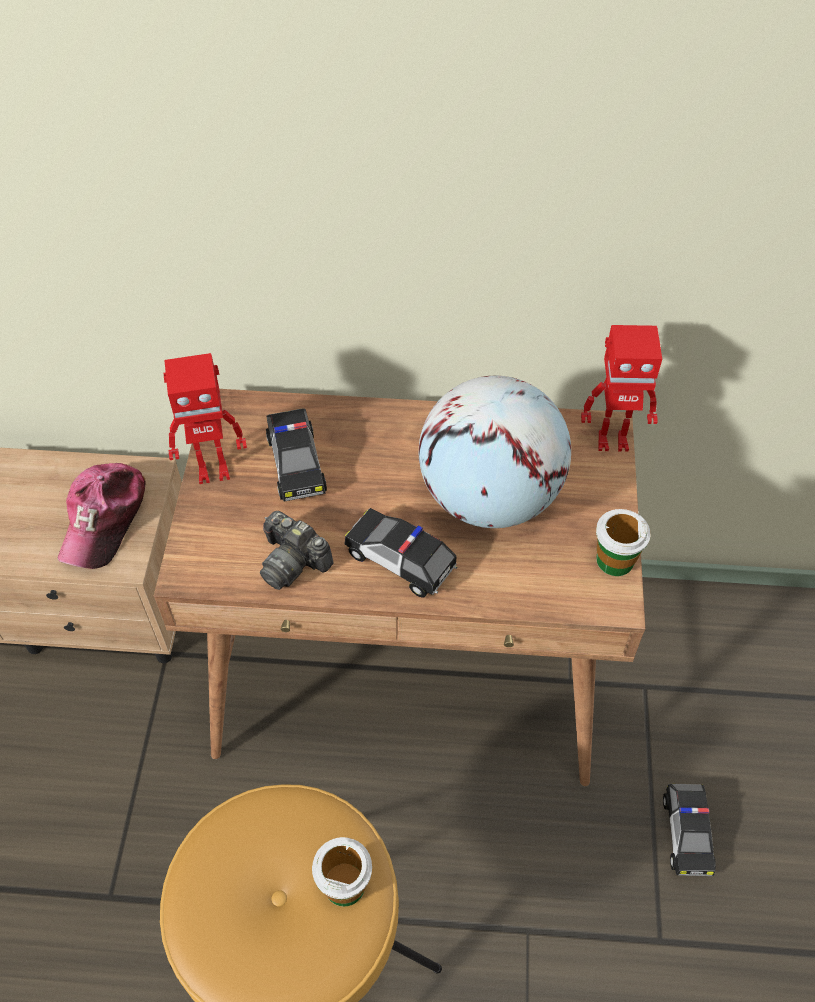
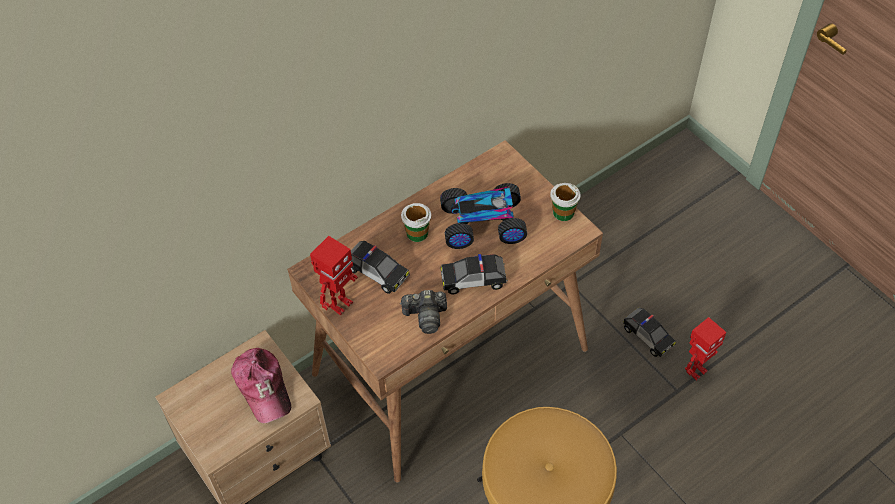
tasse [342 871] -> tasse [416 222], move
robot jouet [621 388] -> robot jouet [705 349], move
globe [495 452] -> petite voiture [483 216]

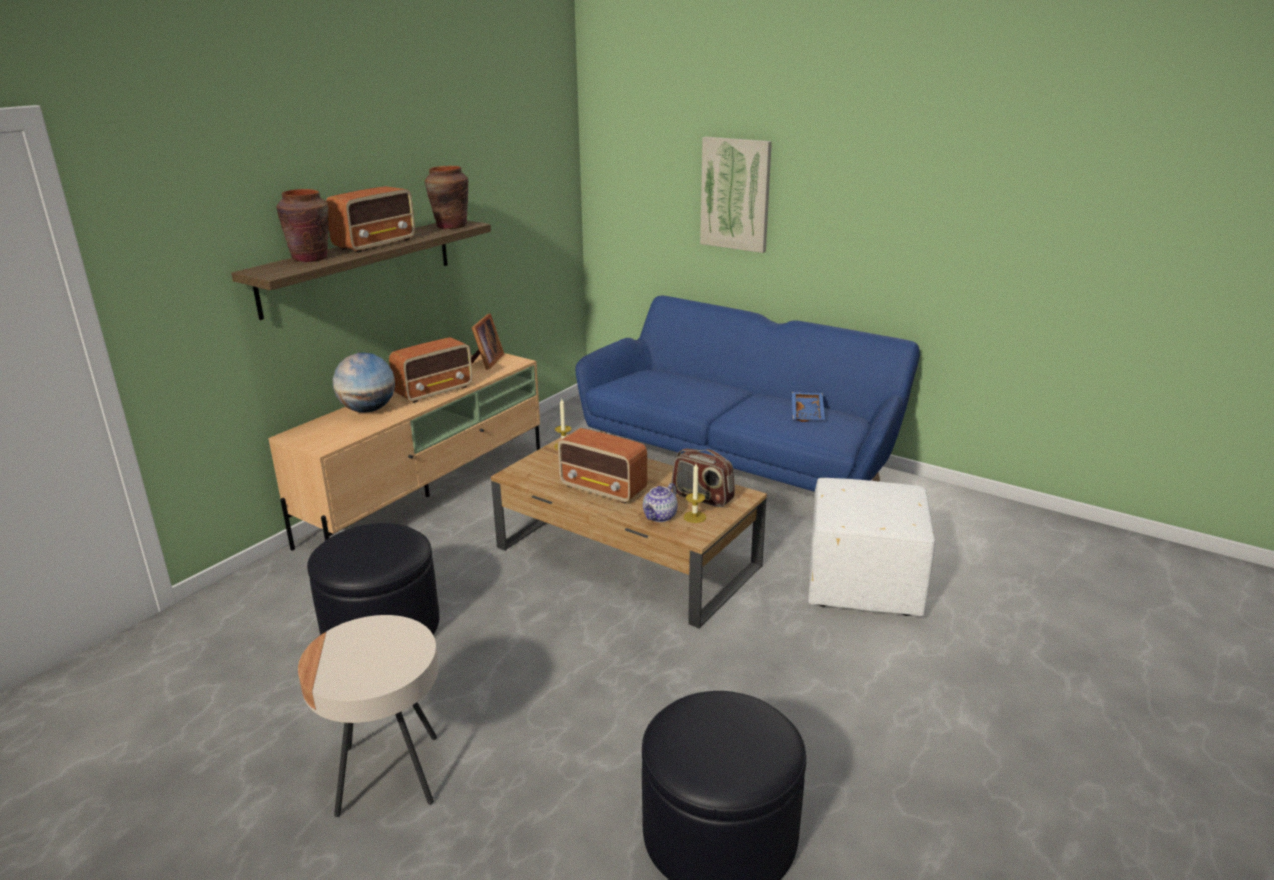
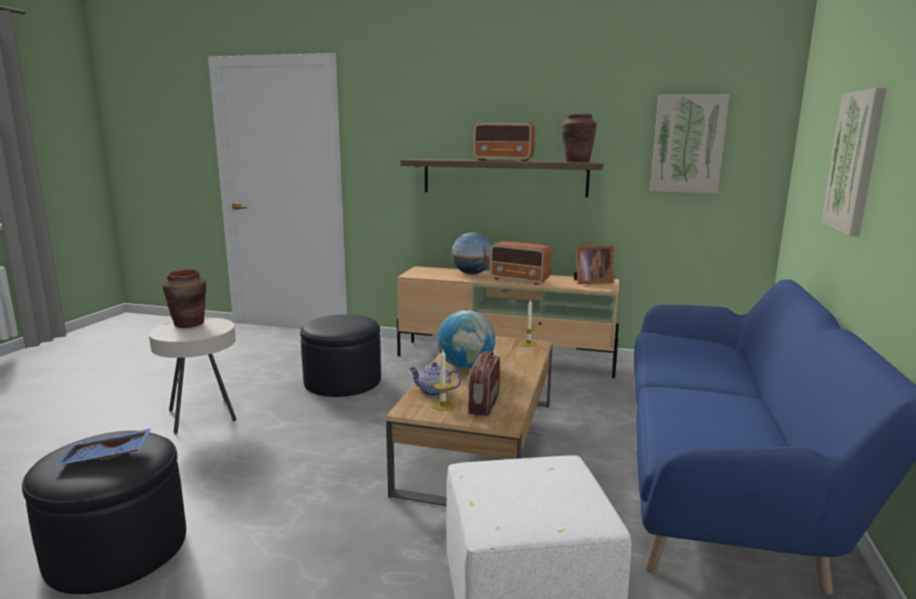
none -> tableau [690 143]
vase/marron [302 225] -> vase/marron [184 299], move
plateau/bleu [808 407] -> plateau/bleu [103 447], move
radio [602 465] -> globe [466 339]

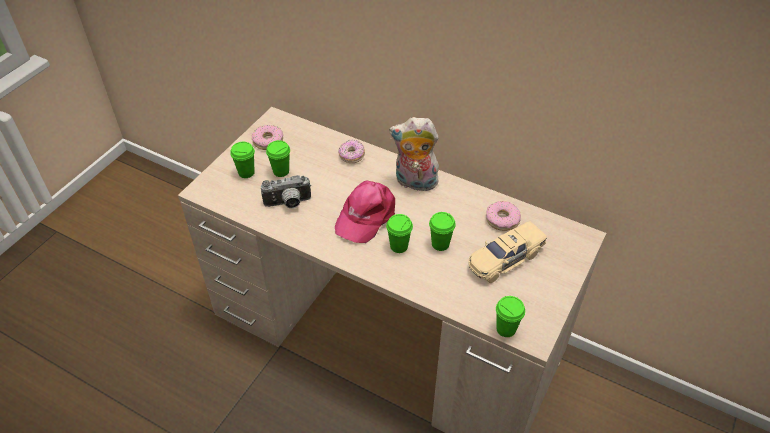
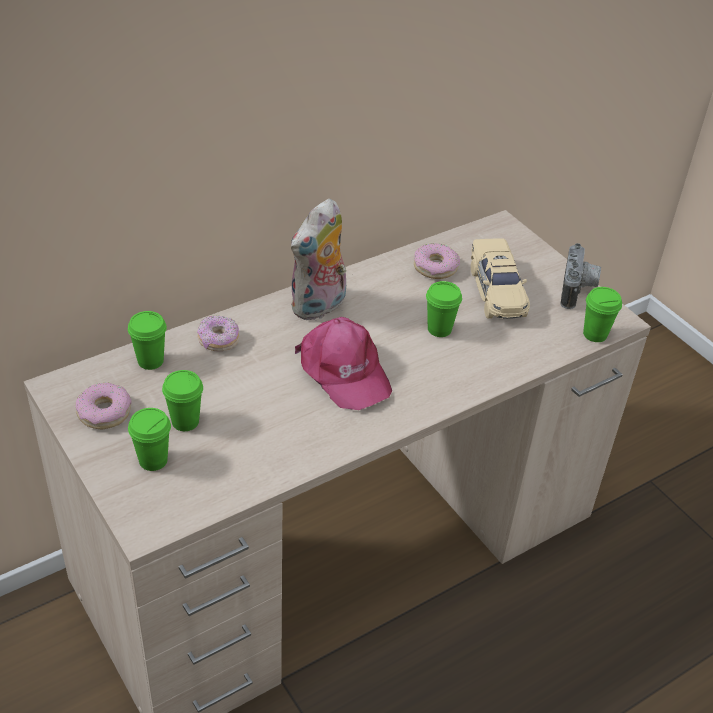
appareil photo [286 192] -> appareil photo [580 276], move
tasse/vert [399 233] -> tasse/vert [147 340], move

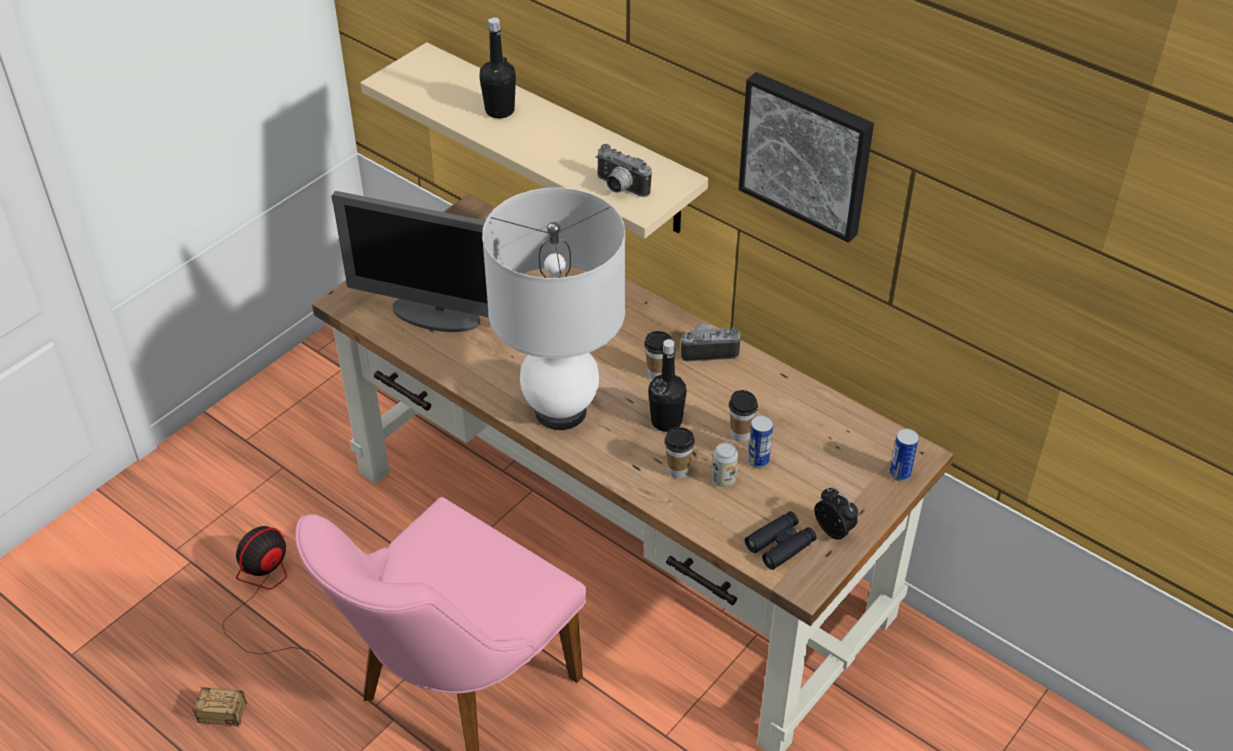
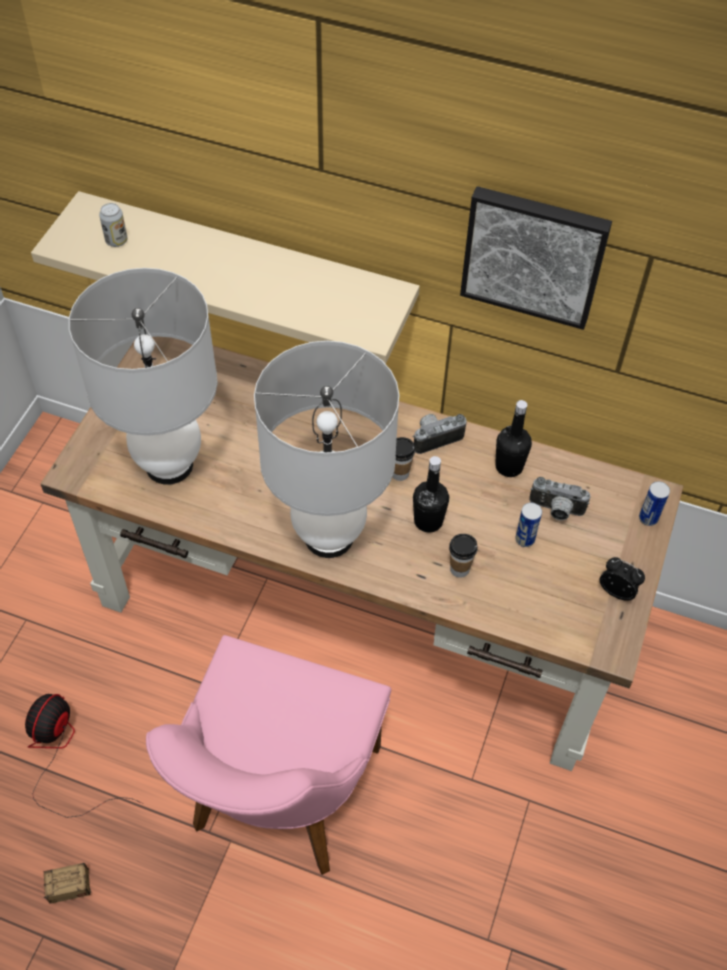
tasse [743 416] -> none
jumelles/noir [780 540] -> none
bouteille/noir [497 67] -> bouteille/noir [513 438], move
appareil photo [624 170] -> appareil photo [559 498], move
boîte métallique [725 464] -> boîte métallique [113 225], move
écran d'ordinateur [410 261] -> lampe de table/blanc [143 376]

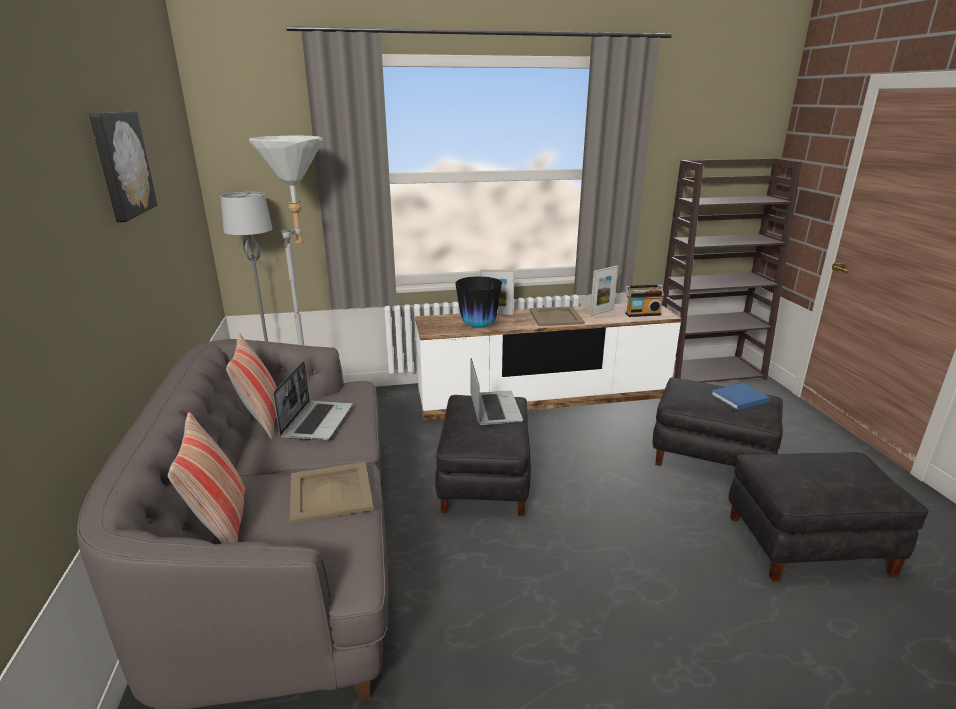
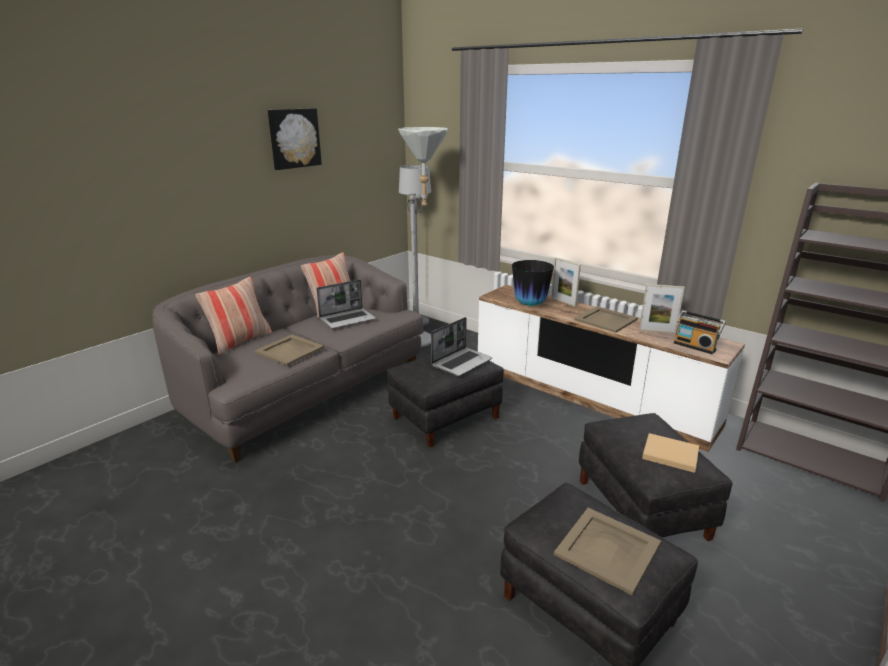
none -> plateau/beige [607 551]
livre/bleu [740 396] -> livre/beige [670 453]

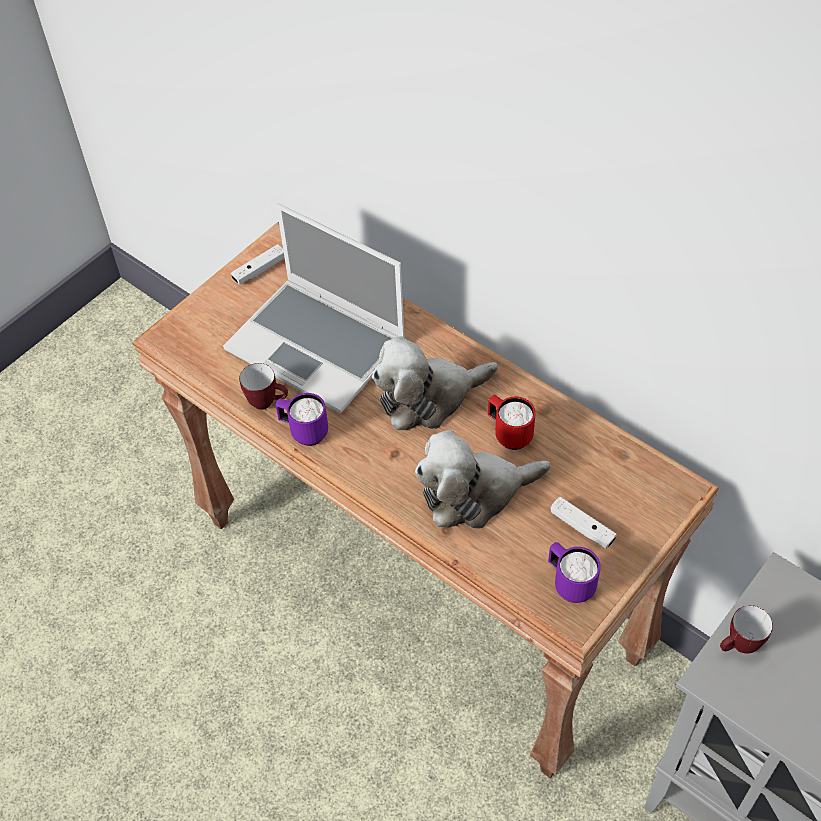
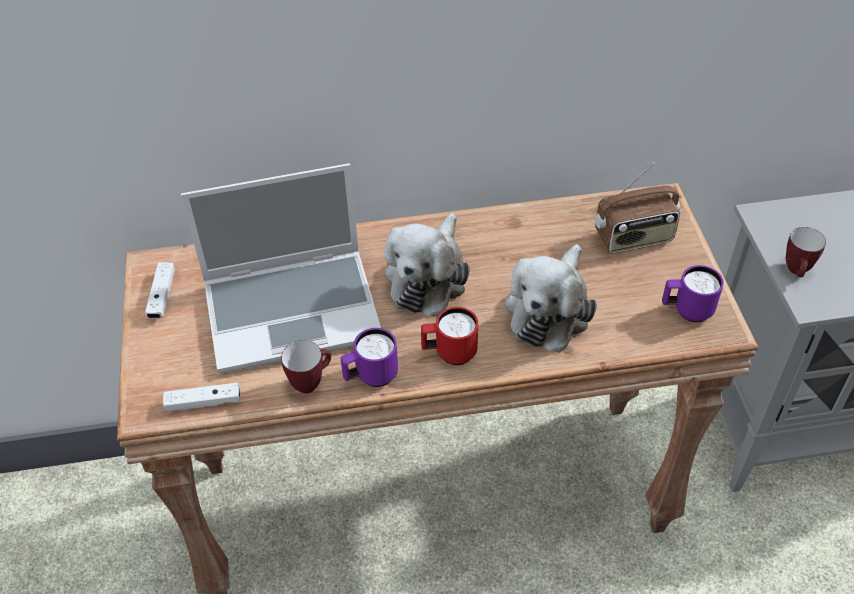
none -> radio [637 208]
mug/rouge [512 422] -> mug/rouge [449 336], move
manette/blanc [583 523] -> manette/blanc [201 397], move

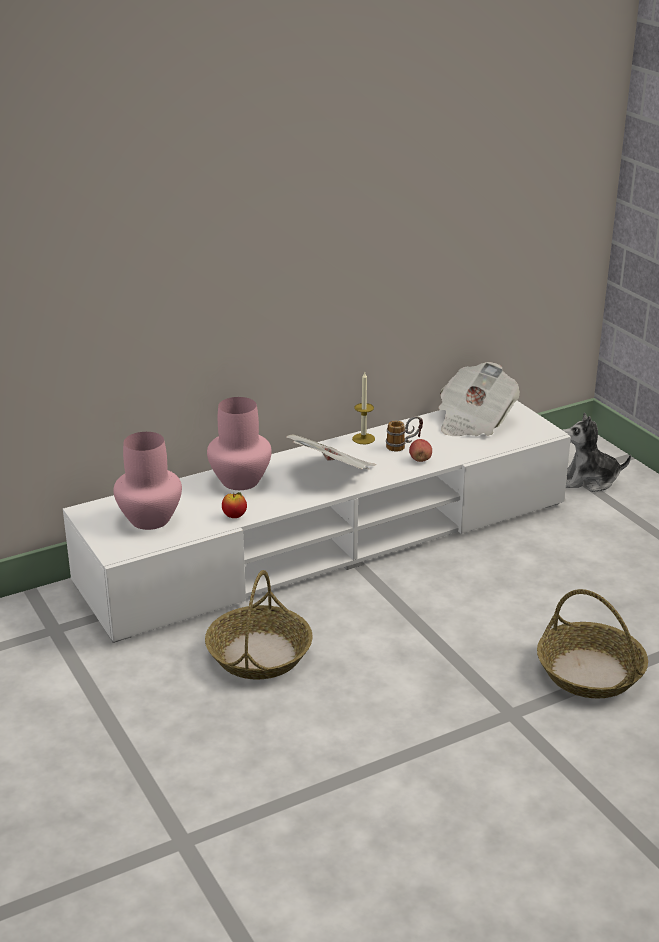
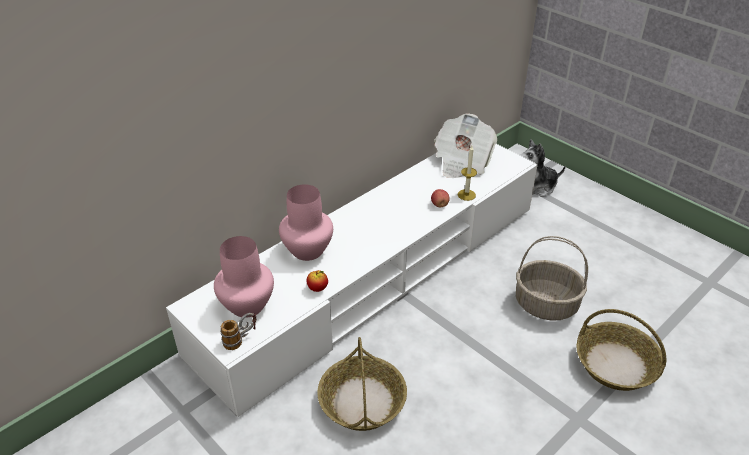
journal [331 452] -> none
none -> panier [552 278]
bougie [363 407] -> bougie [467 173], move
mug [404 434] -> mug [238 331], move

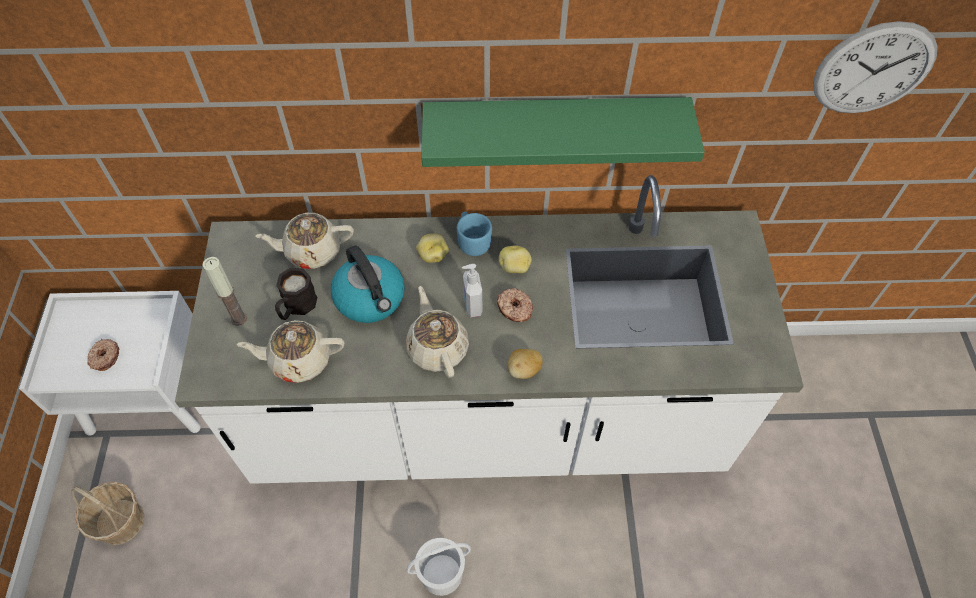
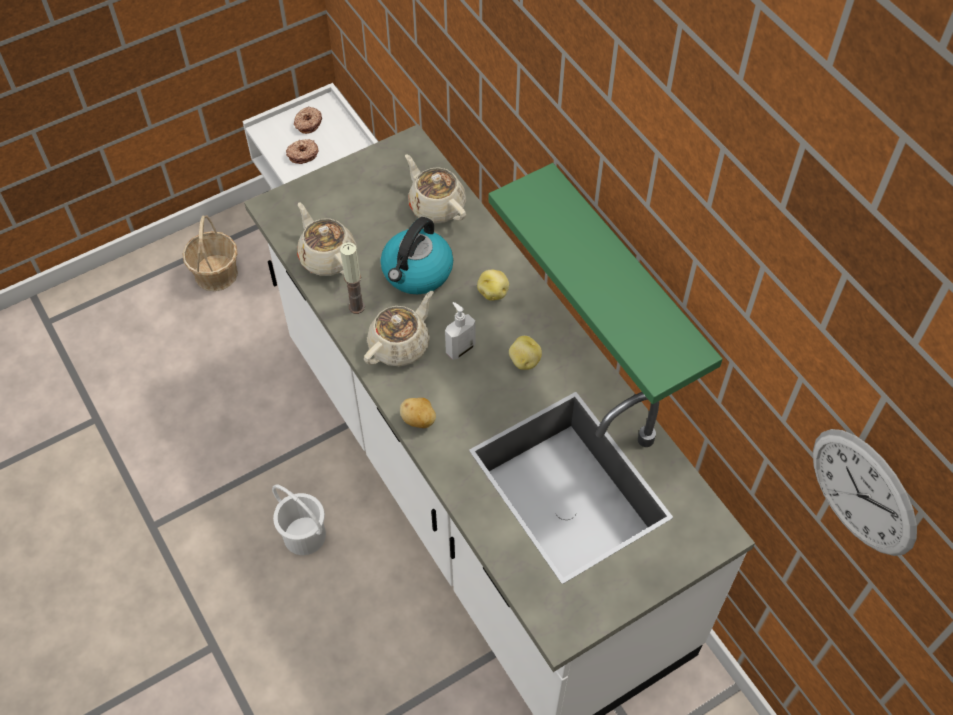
mug/noir [296 294] -> none
mug/bleu [474 234] -> none
bougie [225 291] -> bougie [352 278], move
beignet [515 305] -> beignet [308 120], move

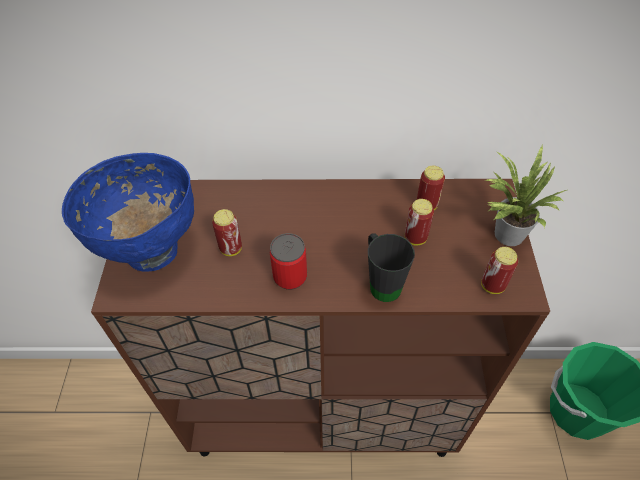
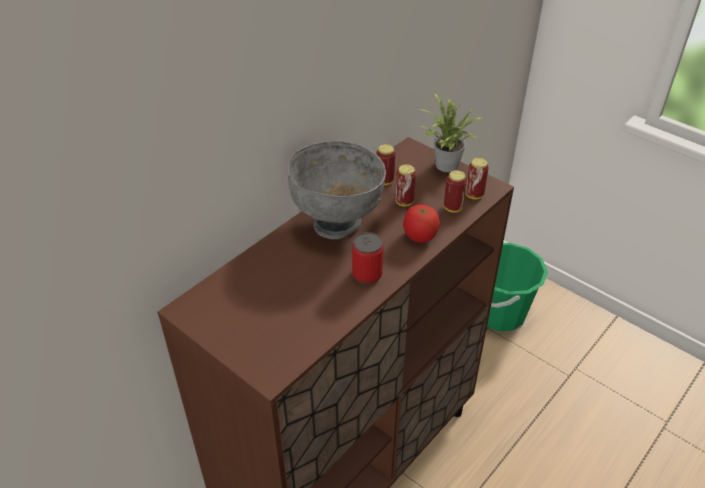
bol/bleu [128 212] -> none
none -> bol/gris [337 189]
boîte métallique [227 232] -> boîte métallique [455 191], move
mug/noir [391 268] -> tomate [421 223]

